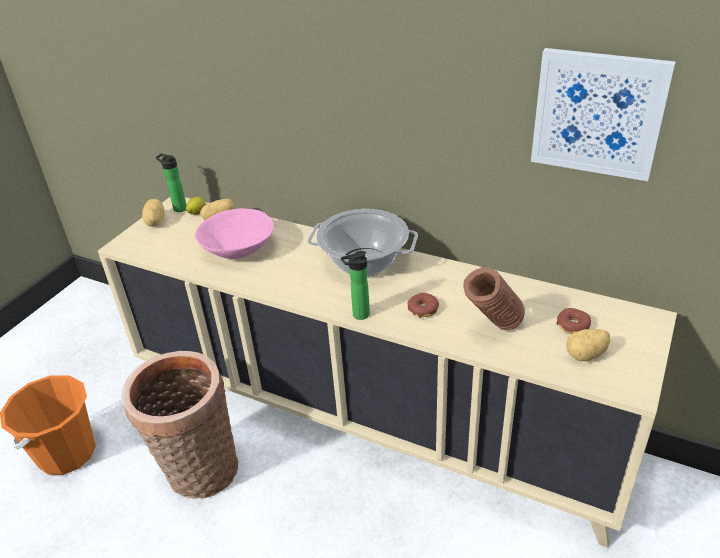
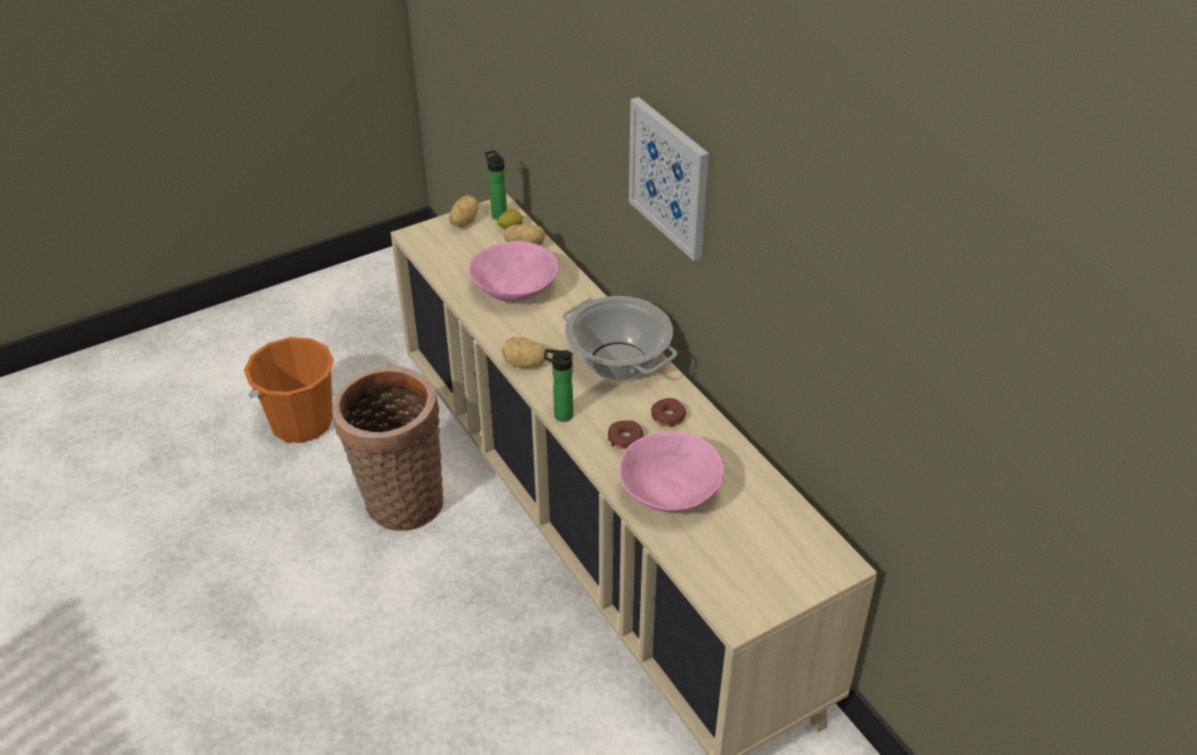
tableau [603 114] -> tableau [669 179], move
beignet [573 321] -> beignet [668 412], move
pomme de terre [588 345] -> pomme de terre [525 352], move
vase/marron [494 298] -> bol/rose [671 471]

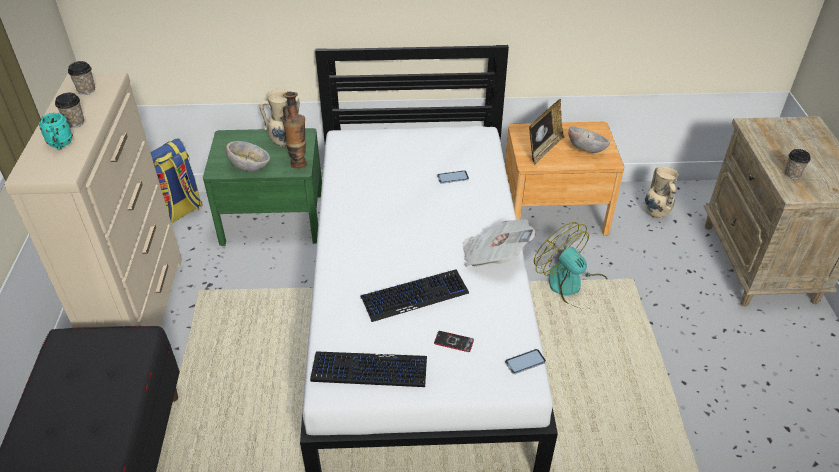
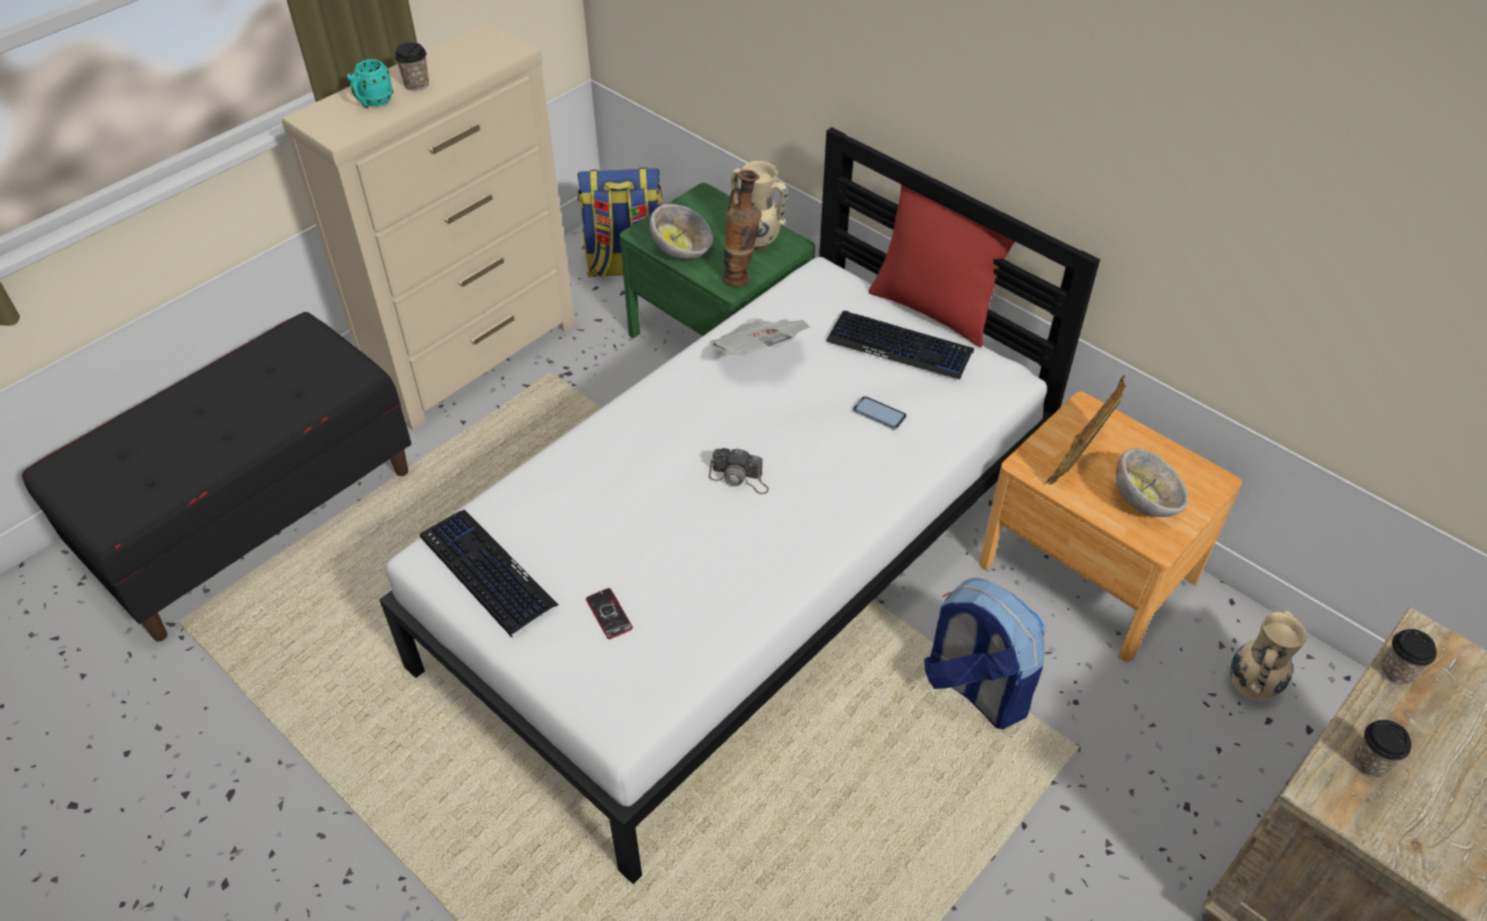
téléphone [525 361] -> none
none -> appareil photo [739 471]
none -> coussin/rouge [942 265]
tasse [81 78] -> tasse [1409 657], move
clavier [415 295] -> clavier [900 345], move
journal [499 243] -> journal [760 336], move
ventilateur [571 265] -> sac à dos [984 653]
cadre photo [546 132] -> cadre photo [1084 430], 135 degrees clockwise

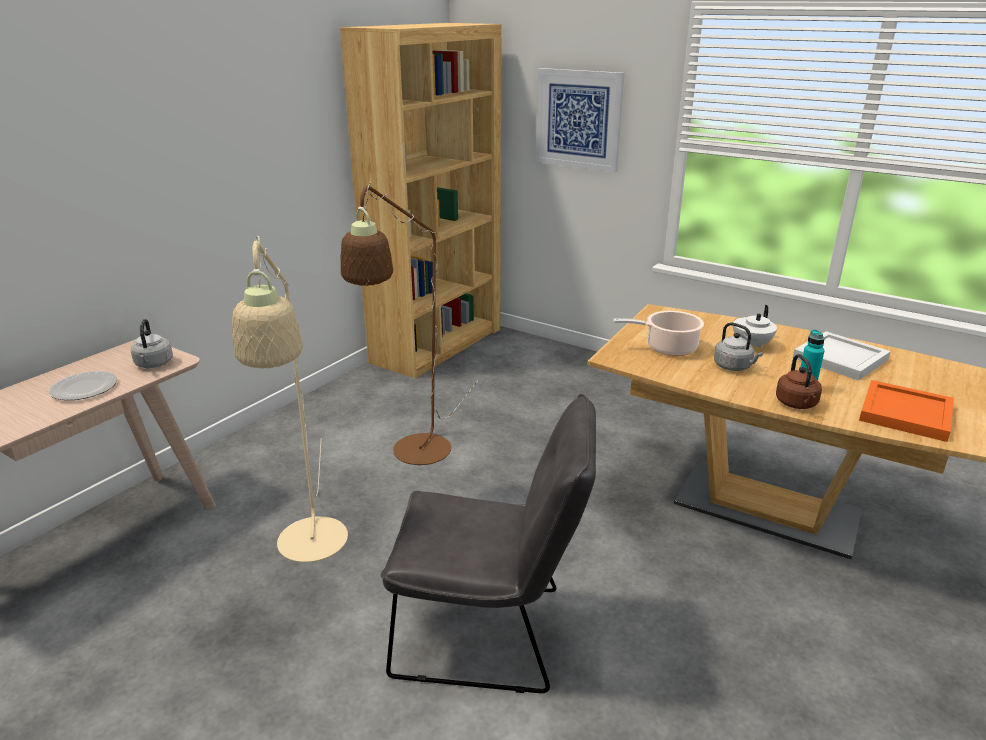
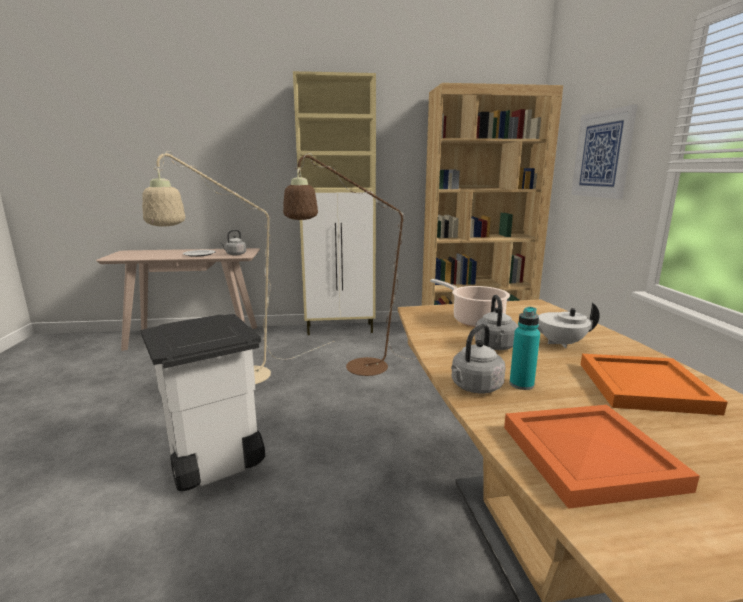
none -> meuble de rangement/beige [334 203]
chaise/gris [488 543] -> poubelle/blanc [203 402]
bouilloire/marron [799 381] -> bouilloire/gris [478 359]
plateau/blanc [842 356] -> plateau/orange [654 384]

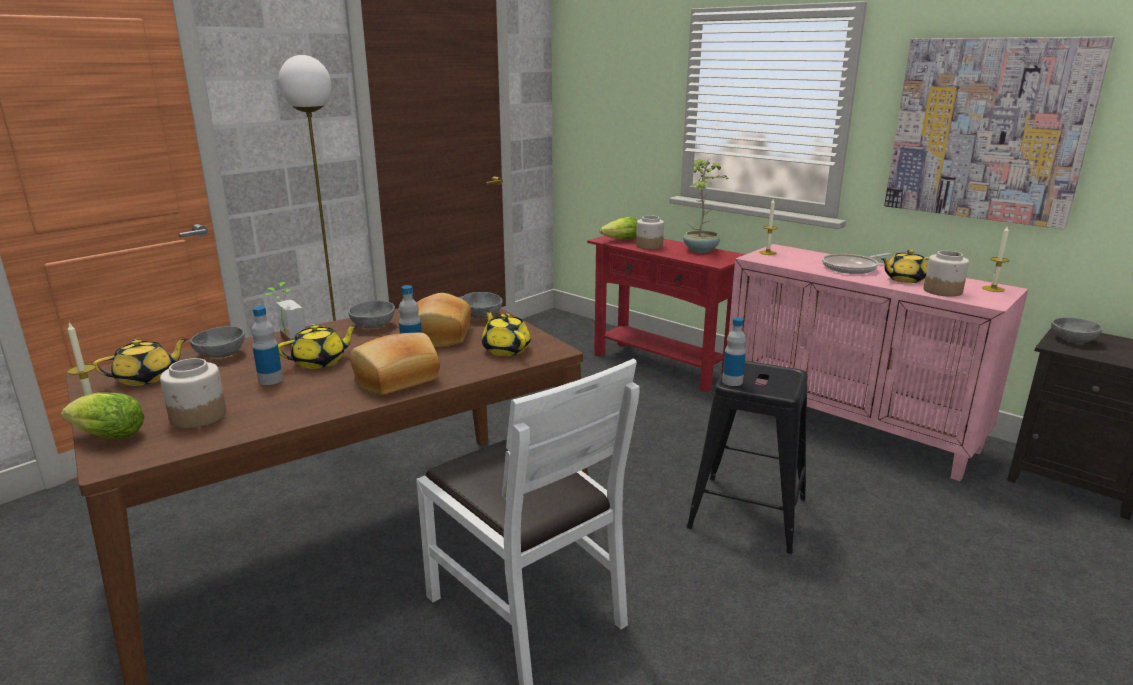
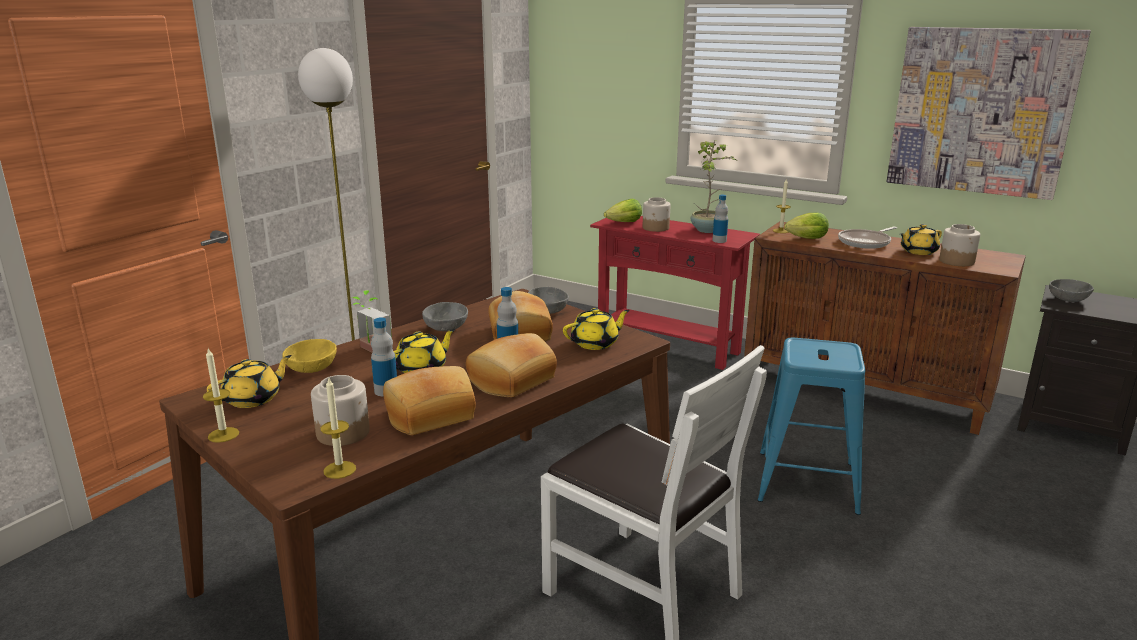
none -> pain [429 400]
laitue [102 415] -> laitue [806 225], move
bouteille [734 351] -> bouteille [720 219], move
bougie [996 258] -> bougie [338 428], move
bol/gris [217 342] -> bol/jaune [309 356]
tabouret/noir [747 457] -> tabouret/bleu [811 426]
meuble de rangement/rose [878 362] -> meuble de rangement/marron [885 328]
théière/jaune [506 333] -> théière/jaune [596 329], 105 degrees clockwise

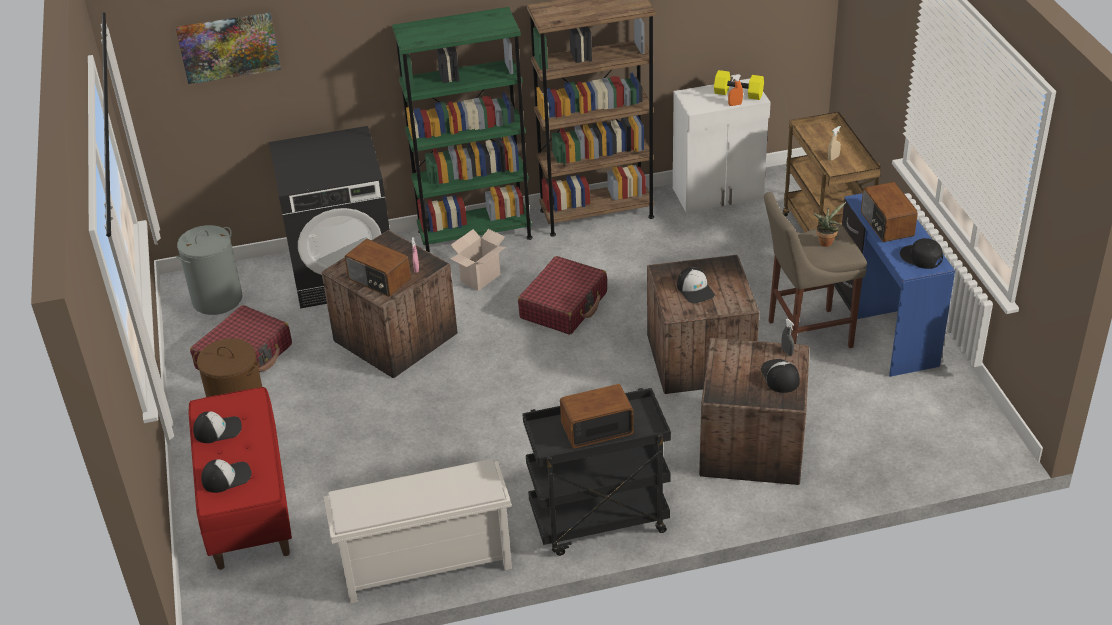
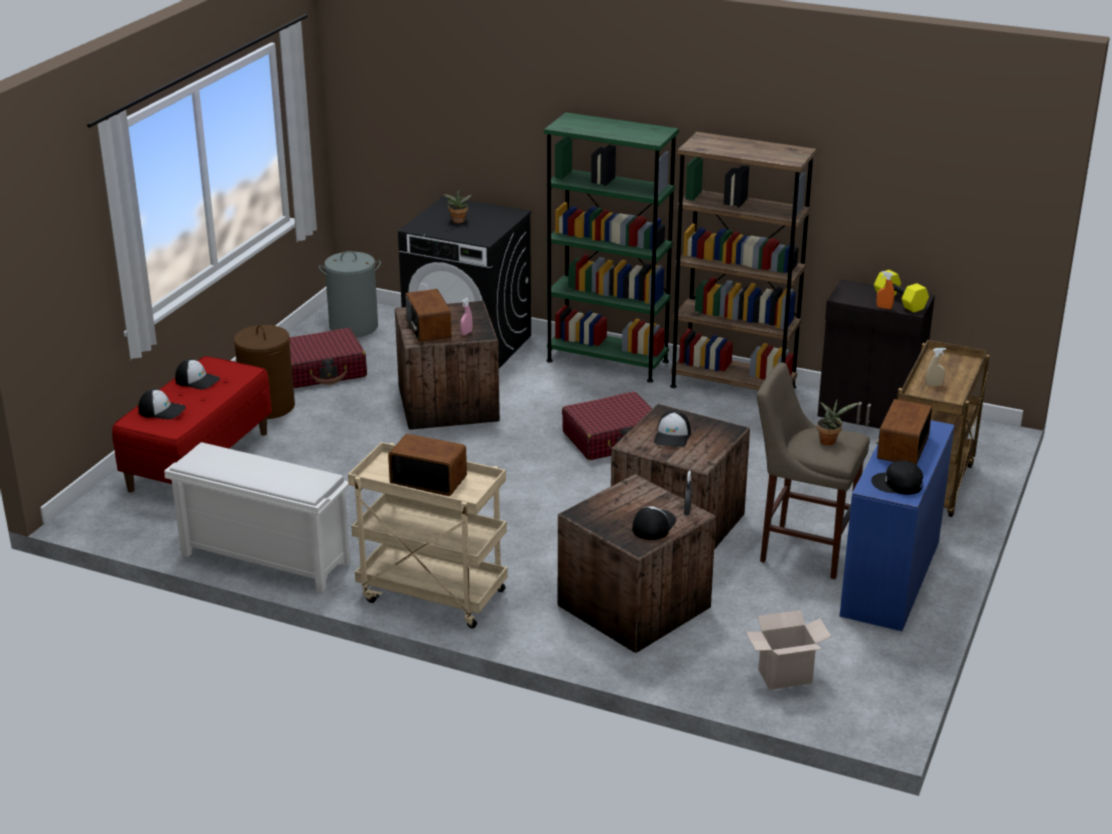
tableau [228 48] -> none
none -> plante en pot [458 206]
carton [478 260] -> carton [788 650], move
chariot/noir [596 472] -> chariot/beige [428 535]
meuble de rangement/blanc [722 145] -> meuble de rangement/noir [876 354]
casquette/noir [921 253] -> casquette/noir [897 478], 60 degrees counterclockwise

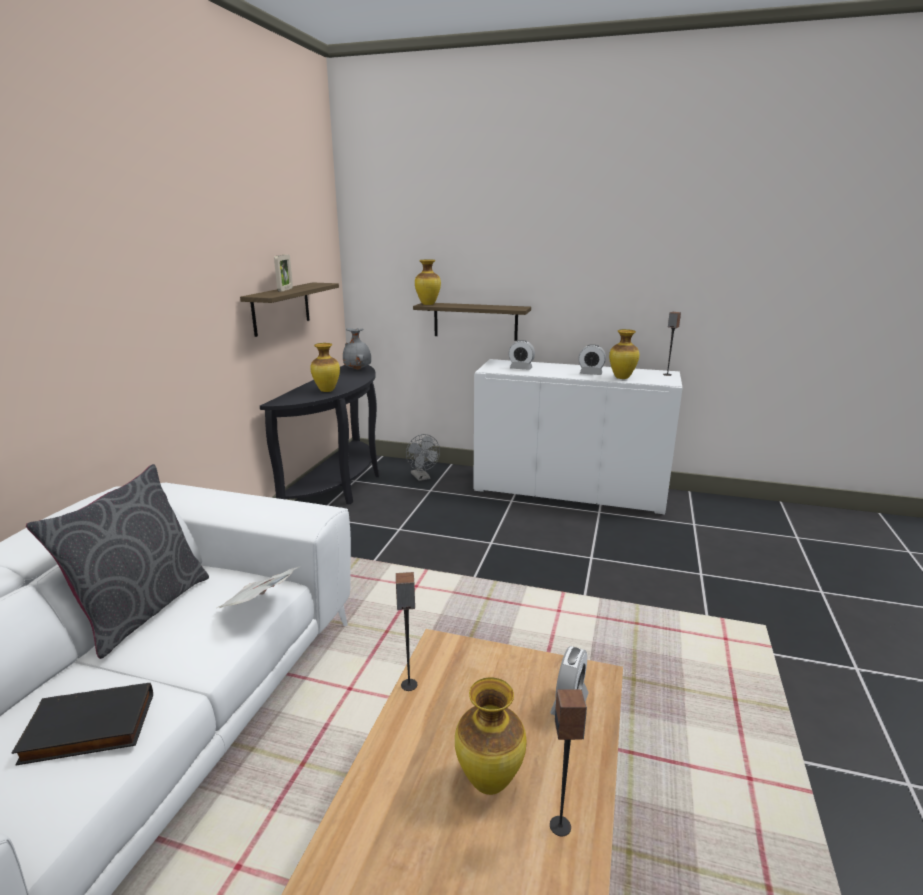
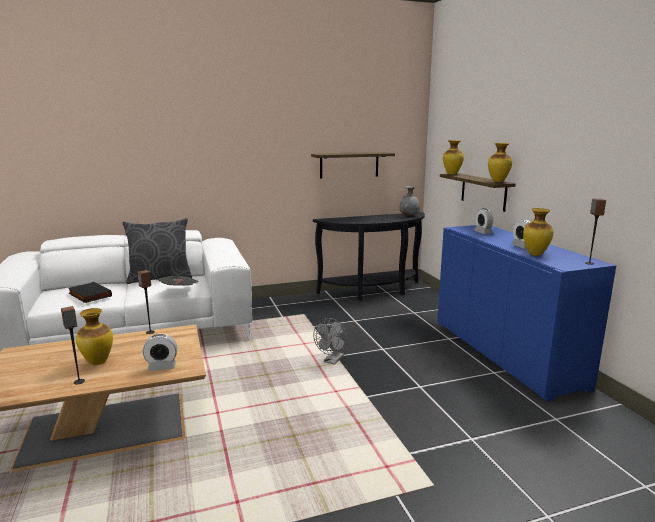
cadre photo [283 272] -> none
vase [325 367] -> vase [500 162], move
ventilateur/gris [423 457] -> ventilateur/gris [330 341], move
meuble de rangement/blanc [578 436] -> meuble de rangement/bleu [527 313]

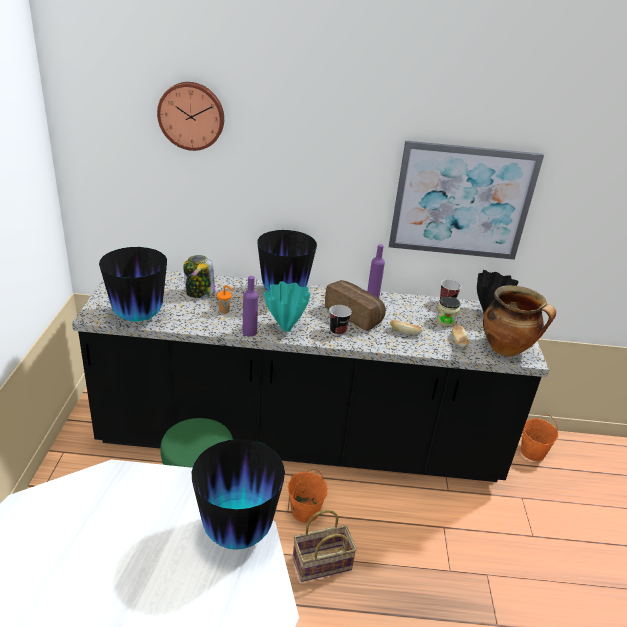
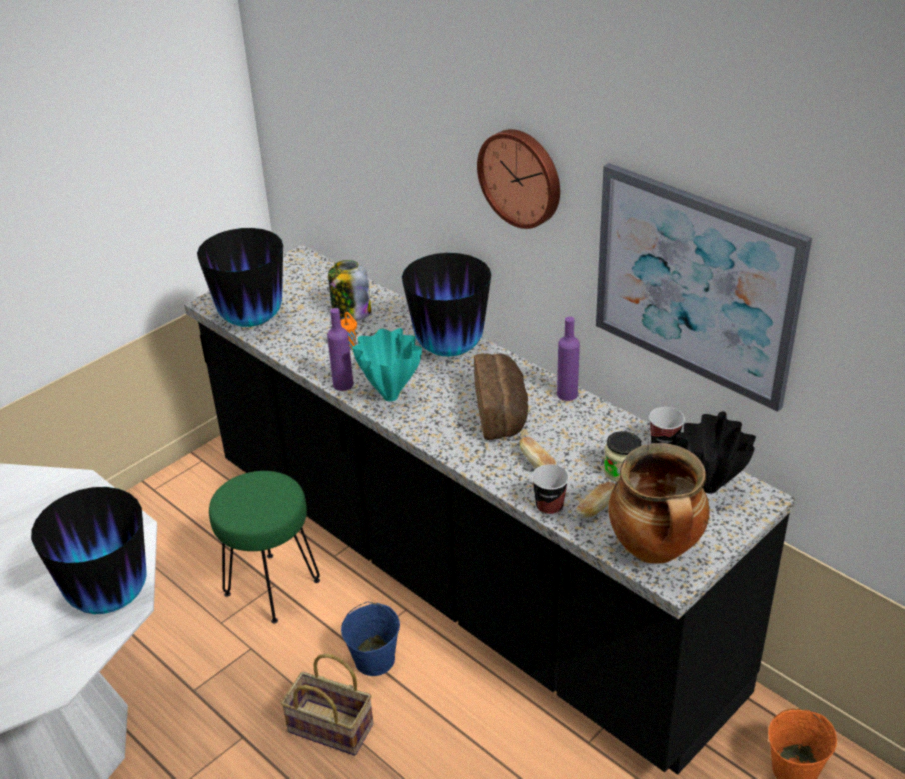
horloge murale [190 116] -> horloge murale [518 179], move
tasse [340 320] -> tasse [550 490], move
seau/orange [308 496] -> seau/bleu [370 639]

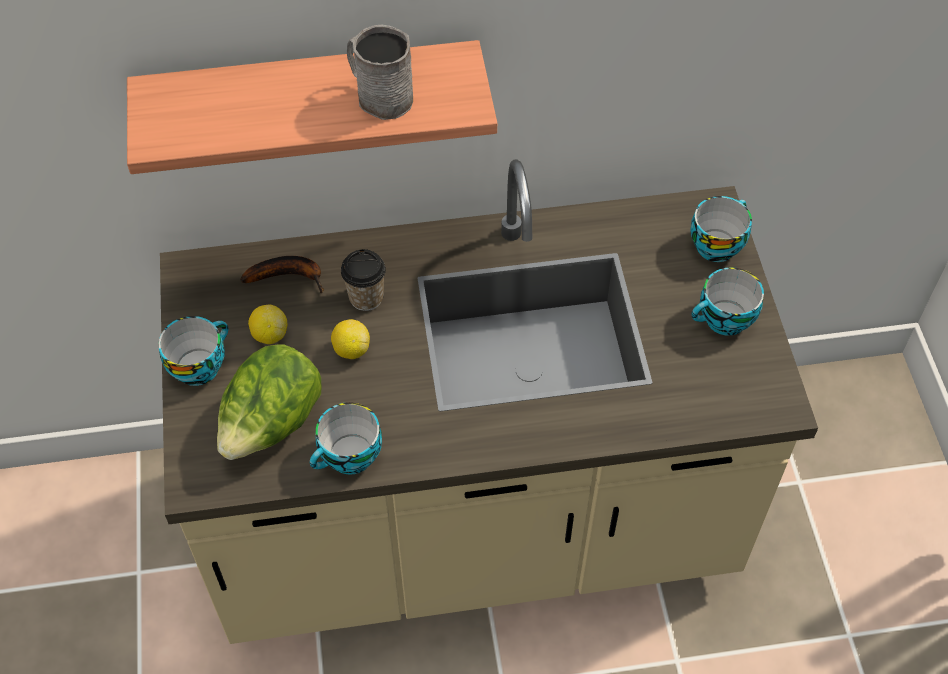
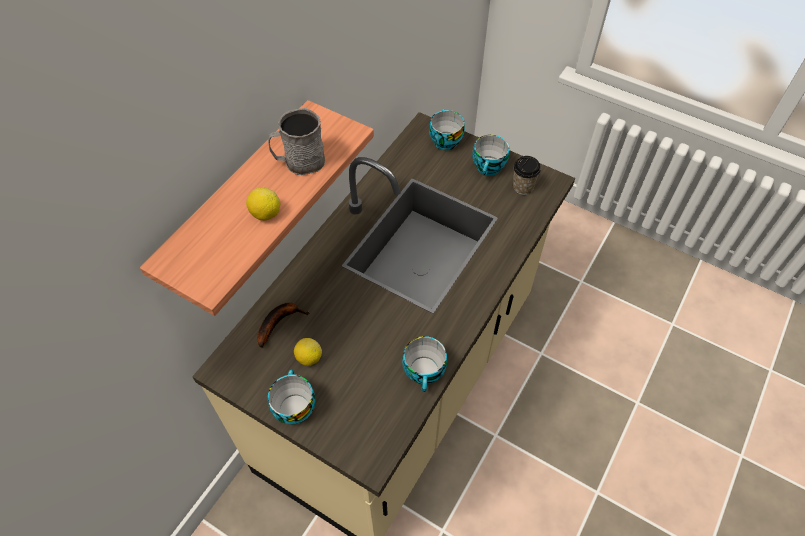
laitue [269 402] -> none
citron [350 339] -> citron [263 203], move
tasse [363 280] -> tasse [527 175], move

